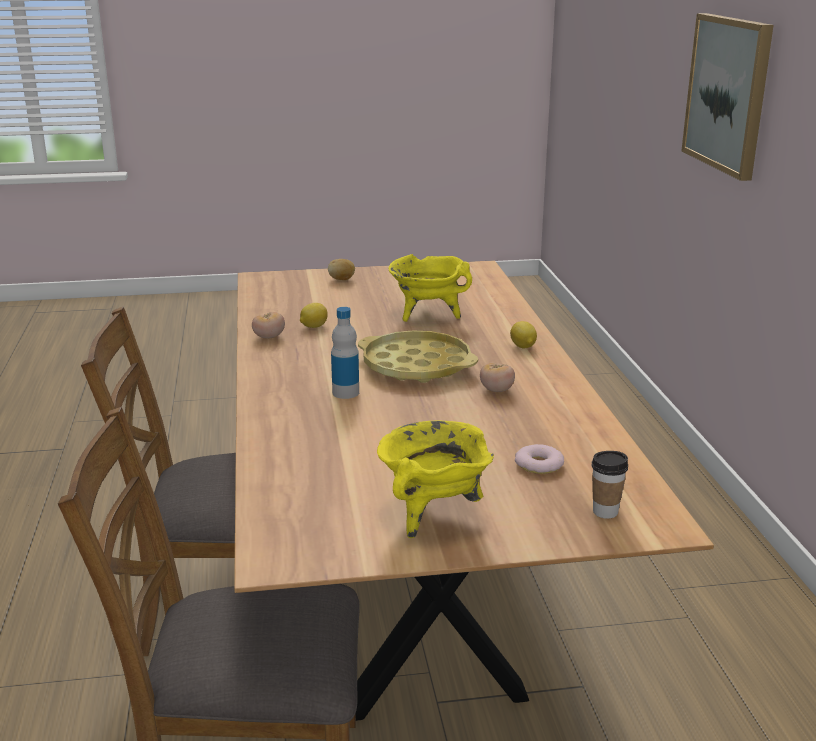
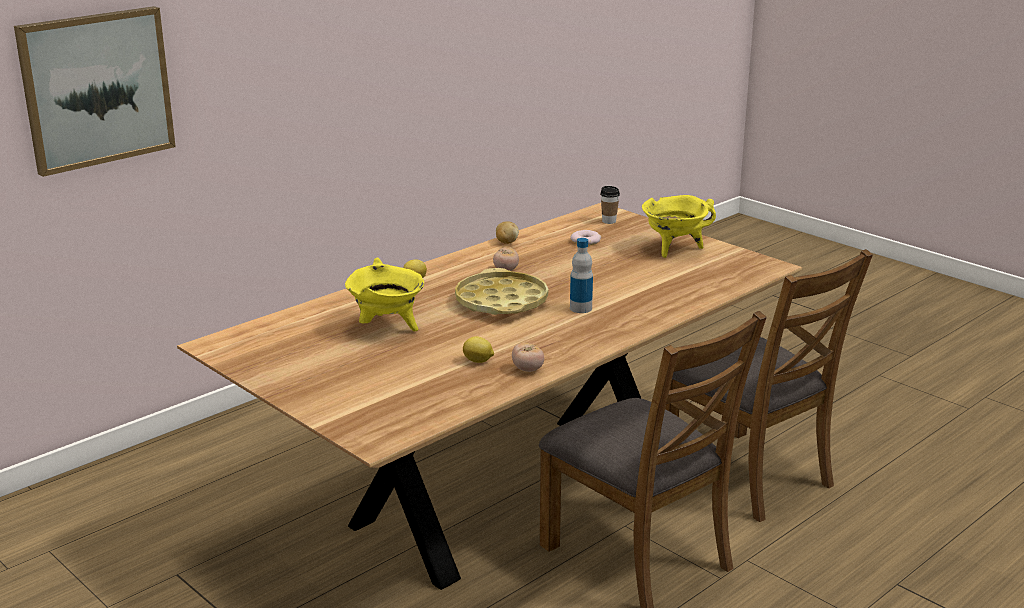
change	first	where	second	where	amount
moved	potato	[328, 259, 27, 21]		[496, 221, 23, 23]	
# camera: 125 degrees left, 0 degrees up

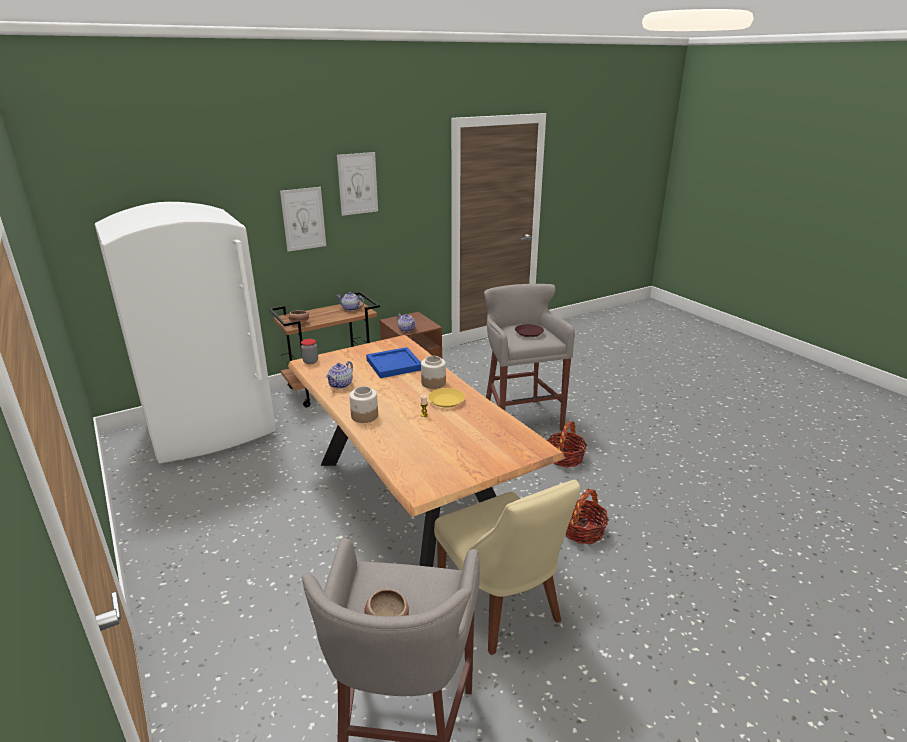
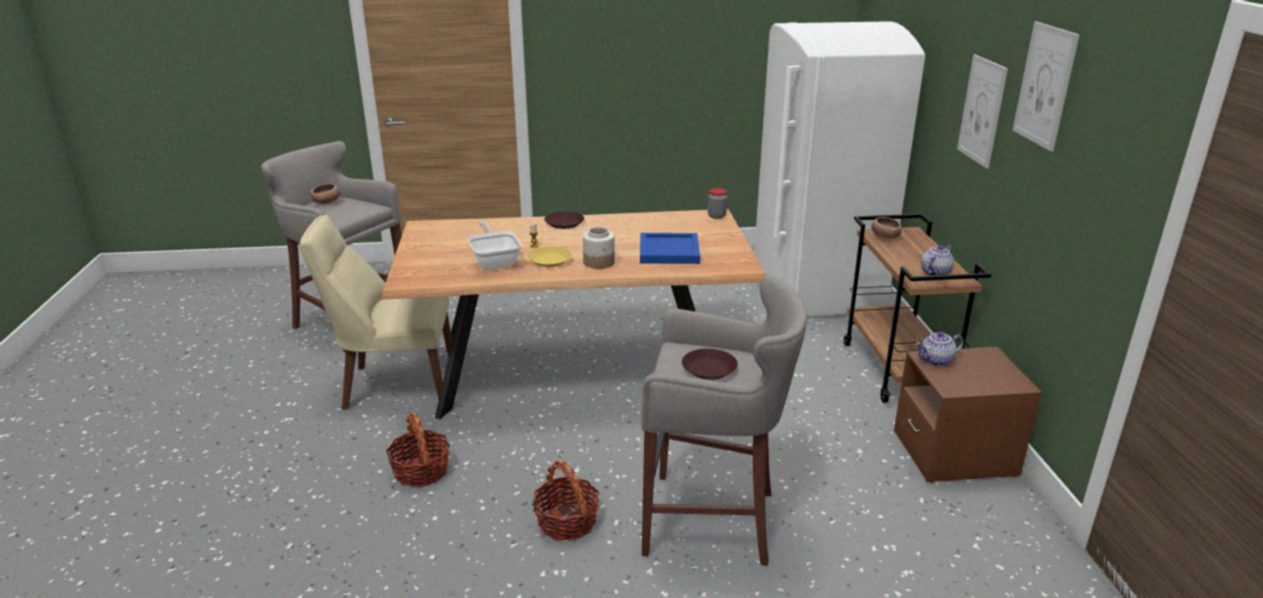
change	first	where	second	where	amount
removed	teapot	[326, 361, 27, 28]			
replaced	jar	[349, 386, 29, 37]	plate in brown	[544, 211, 40, 18]	
added			frying pan	[468, 221, 54, 49]	
# camera: 115 degrees right, 0 degrees up

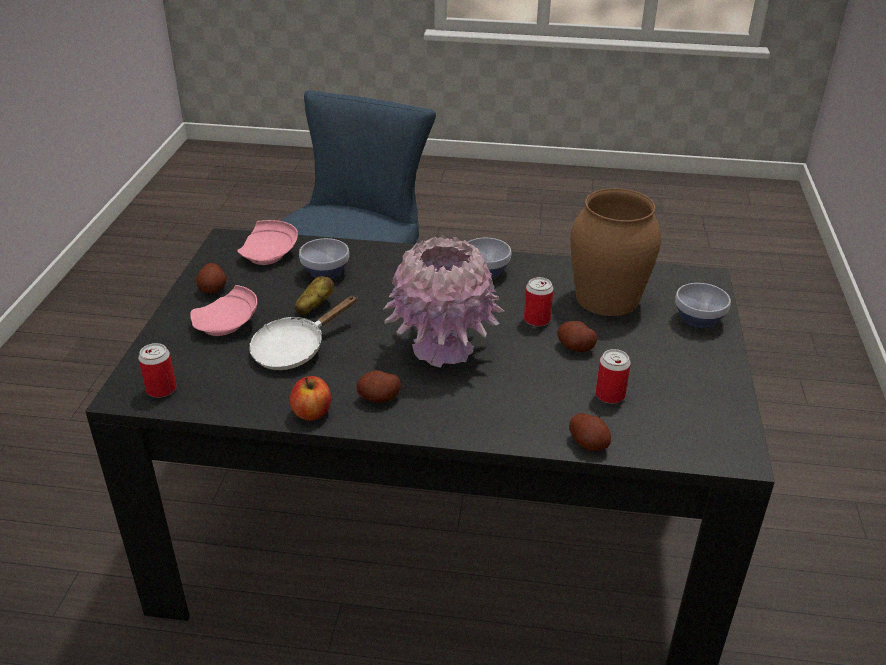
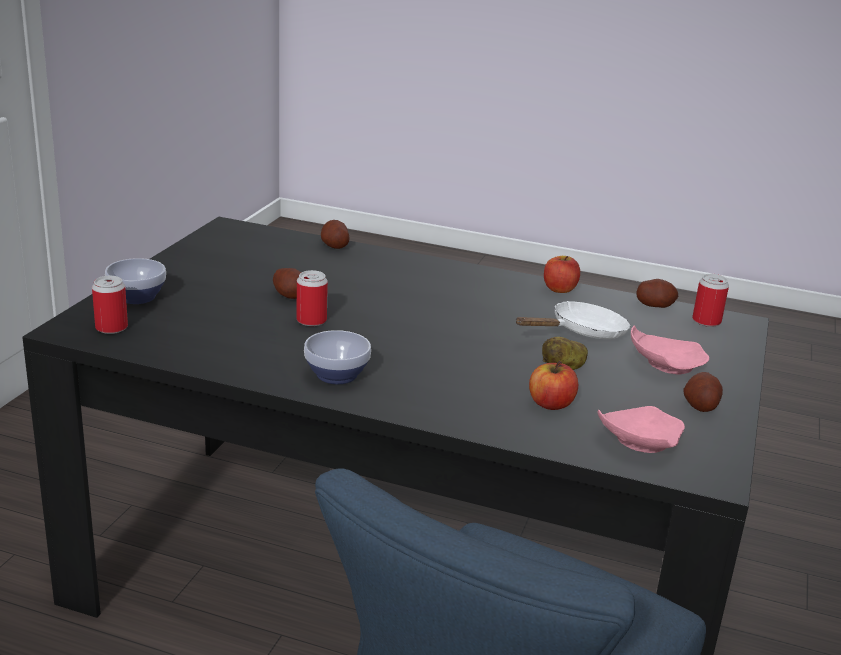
change	first	where	second	where	amount
removed	vase in brown	[570, 188, 91, 128]			
removed	vase in pink	[383, 234, 121, 134]			
replaced	bowl	[299, 238, 50, 41]	apple	[529, 361, 49, 49]	
moved	can	[595, 349, 36, 55]		[92, 276, 36, 58]	
moved	potato	[356, 370, 45, 33]		[636, 279, 42, 29]	
# camera: 170 degrees left, 10 degrees down

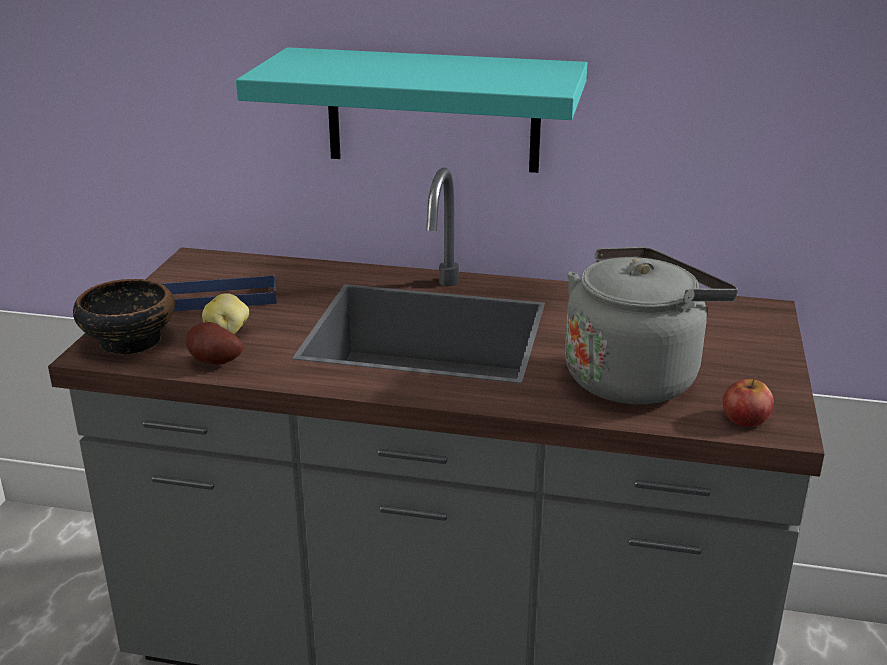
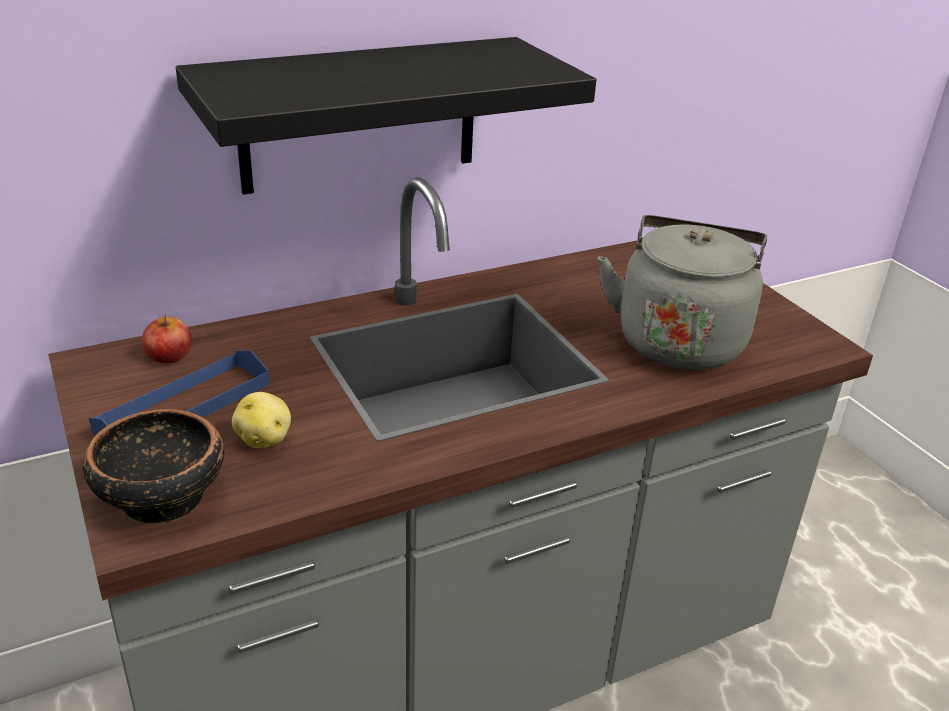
change	first	where	second	where	amount
recoloured	shelf in turquoise	[236, 47, 351, 126]	shelf in black	[176, 37, 420, 158]	
removed	potato	[186, 322, 57, 43]			
moved	apple	[723, 377, 51, 50]		[142, 314, 50, 49]	
# camera: 40 degrees left, 5 degrees up

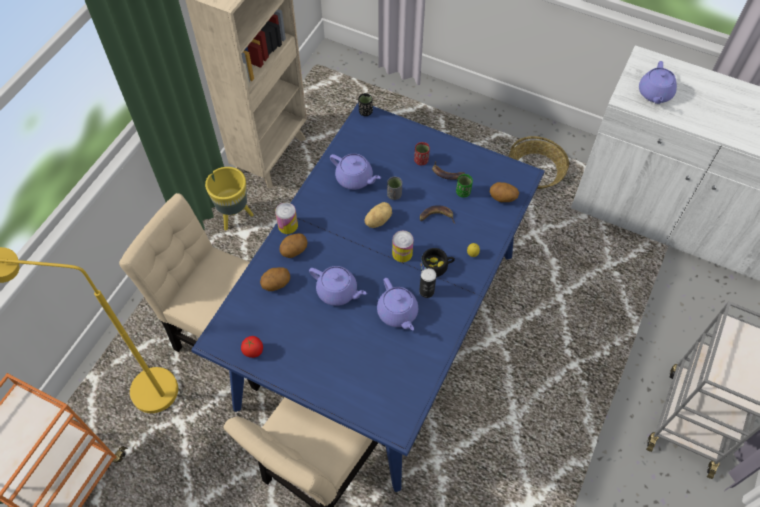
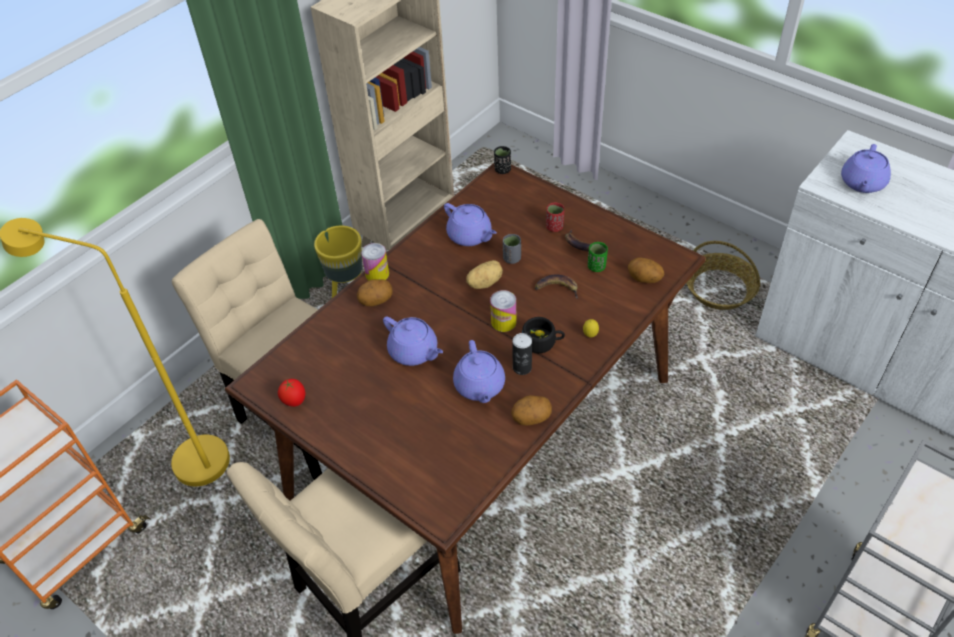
change	first	where	second	where	amount
recoloured	dining table in blue	[191, 103, 354, 389]	dining table in brown	[225, 163, 481, 471]	
moved	potato	[260, 267, 30, 24]		[511, 395, 41, 31]	
# camera: 15 degrees right, 10 degrees down

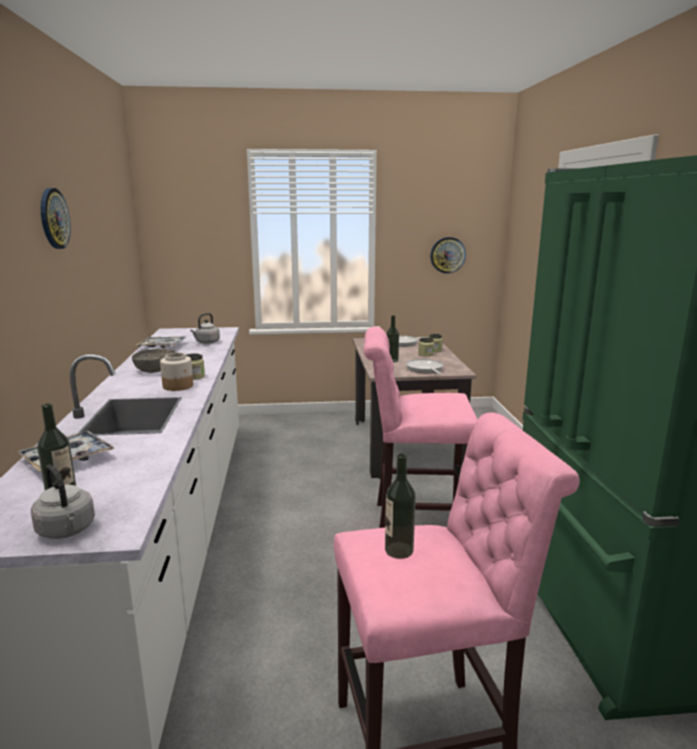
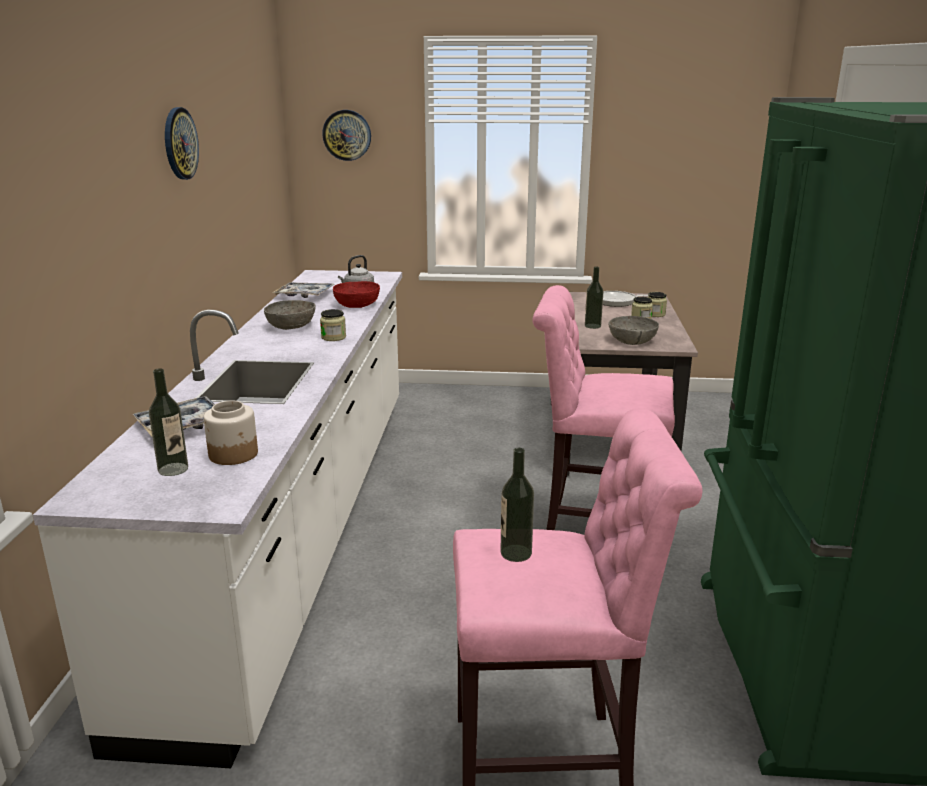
change	first	where	second	where	amount
moved	wall clock	[430, 237, 36, 37]		[322, 110, 49, 51]	
moved	jar	[160, 353, 33, 38]		[203, 400, 55, 65]	
replaced	frying pan	[406, 359, 37, 16]	bowl in grey	[608, 316, 51, 29]	
removed	kettle in grey	[31, 465, 64, 74]			
added			bowl in red	[333, 281, 47, 27]	
# camera: 10 degrees right, 5 degrees up

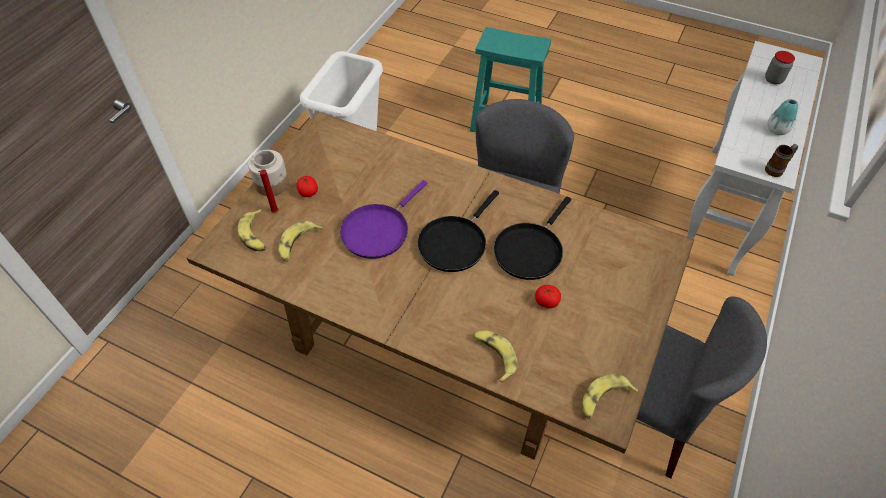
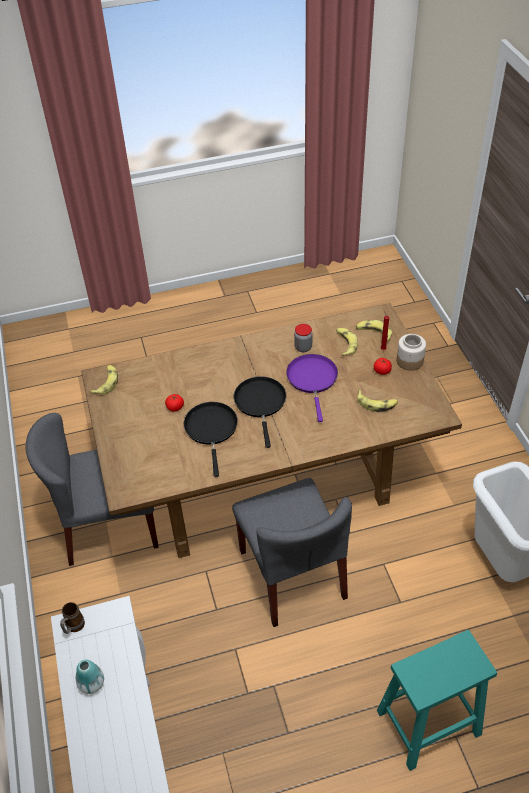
change	first	where	second	where	amount
moved	jar	[765, 51, 30, 34]		[294, 324, 19, 28]	
moved	banana	[473, 330, 44, 53]		[357, 390, 41, 22]	
# camera: 140 degrees right, 5 degrees down

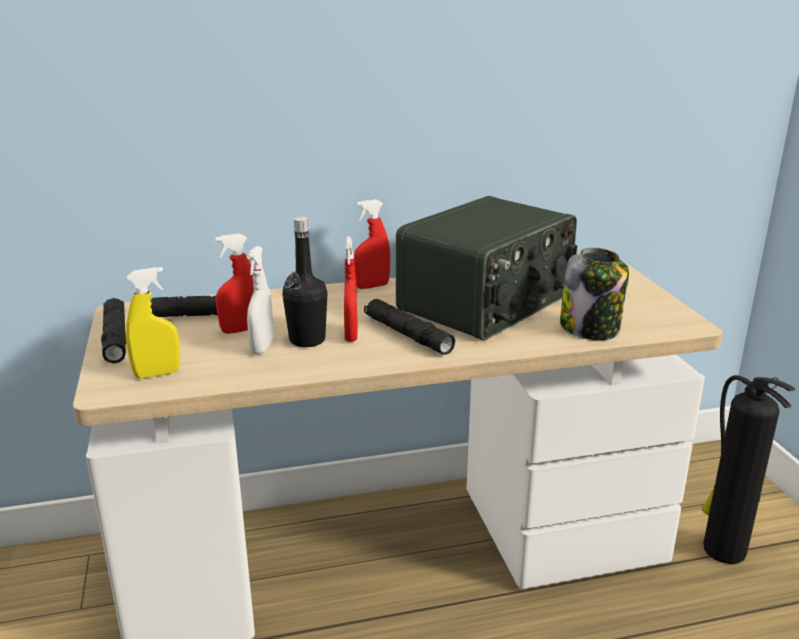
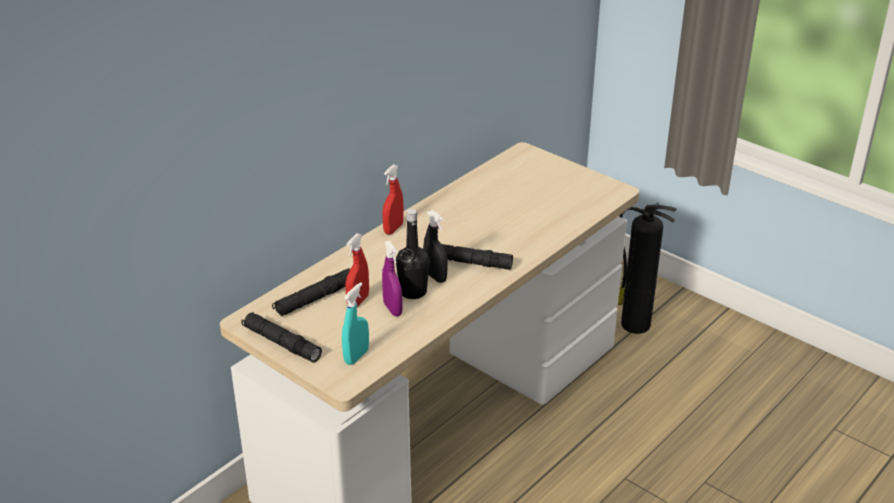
change	first	where	second	where	amount
removed	radio	[396, 196, 181, 145]			
recoloured	spray bottle in red	[344, 236, 14, 106]	spray bottle in black	[423, 210, 25, 73]	
recoloured	spray bottle in white	[247, 246, 27, 108]	spray bottle in purple	[382, 241, 21, 75]	
removed	jar	[560, 247, 69, 93]			
recoloured	spray bottle in yellow	[126, 267, 54, 112]	spray bottle in turquoise	[342, 282, 27, 83]	
# camera: 35 degrees left, 10 degrees up

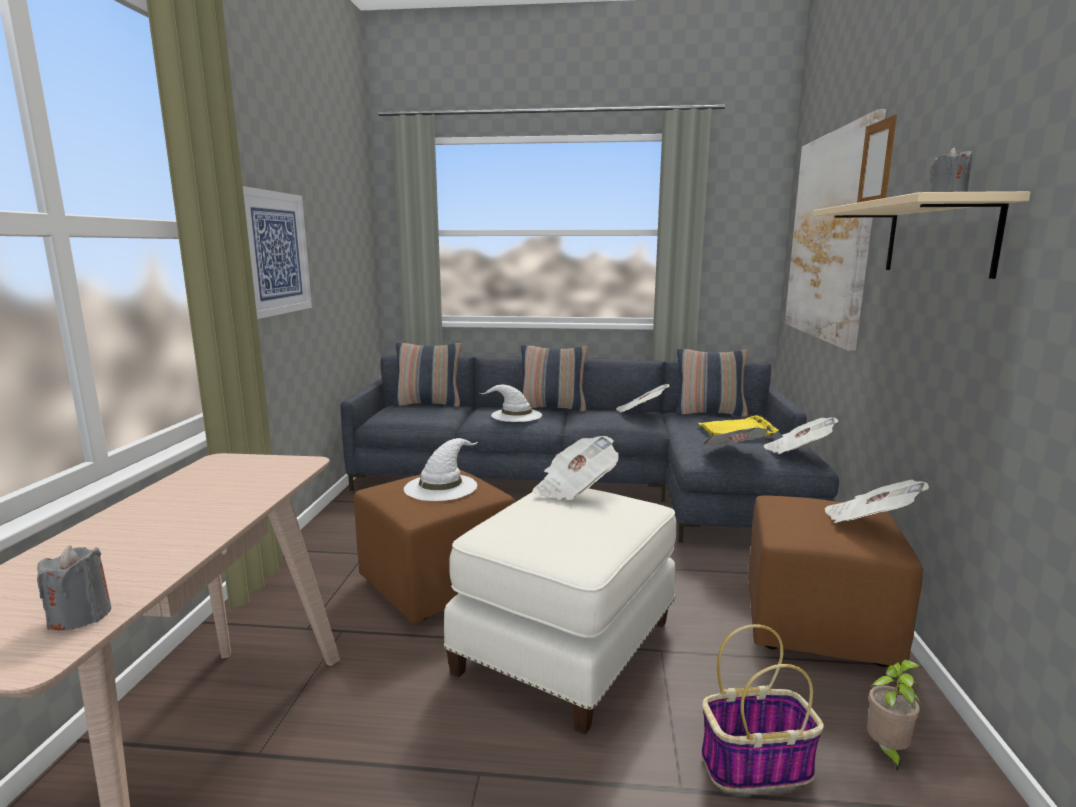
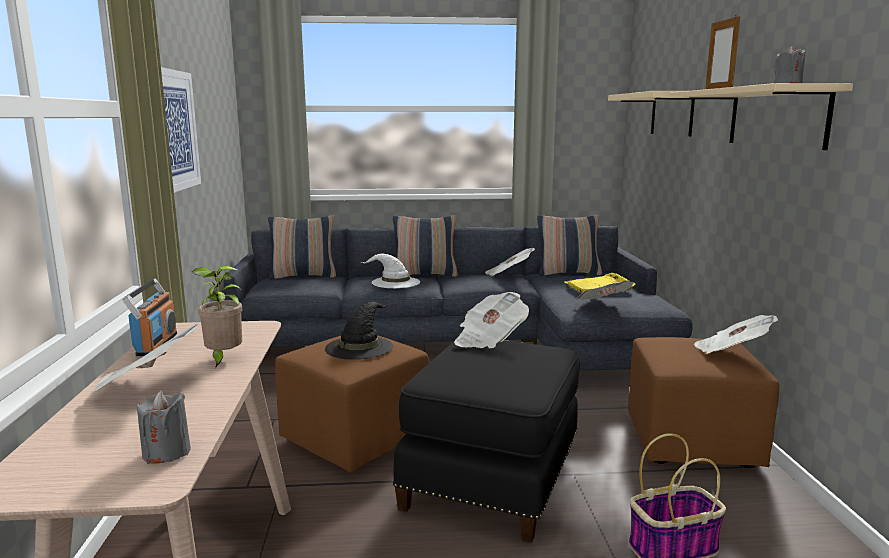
change	first	where	second	where	amount
replaced	picture	[785, 109, 101, 242]	shelf in beige	[608, 91, 87, 45]	
moved	newspaper	[763, 418, 76, 36]		[89, 323, 110, 72]	
recoloured	hat in white	[404, 438, 74, 63]	hat in black	[325, 302, 68, 58]	
recoloured	ottoman in white	[444, 488, 233, 247]	ottoman in black	[393, 340, 187, 203]	
moved	potted plant	[867, 659, 55, 113]		[192, 265, 50, 103]	
added			radio	[122, 279, 55, 77]	
# camera: 10 degrees left, 0 degrees up

